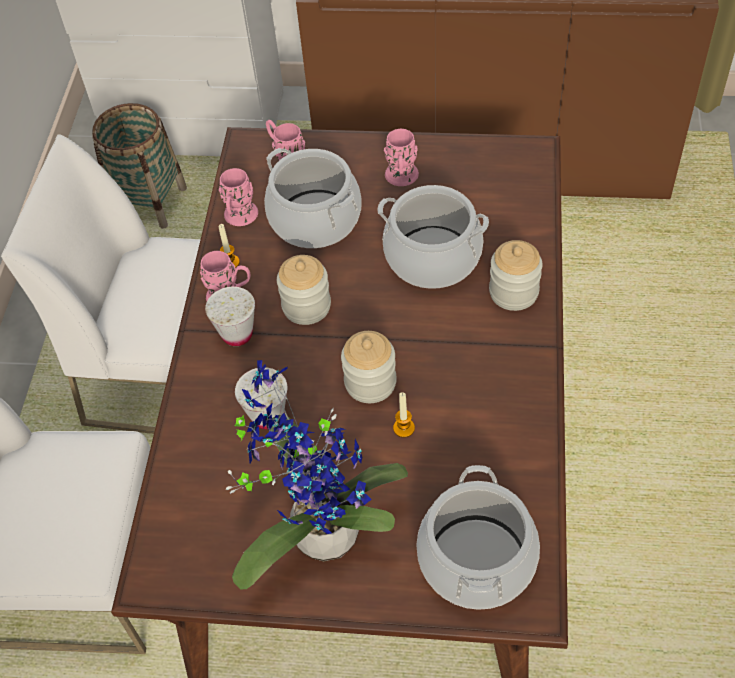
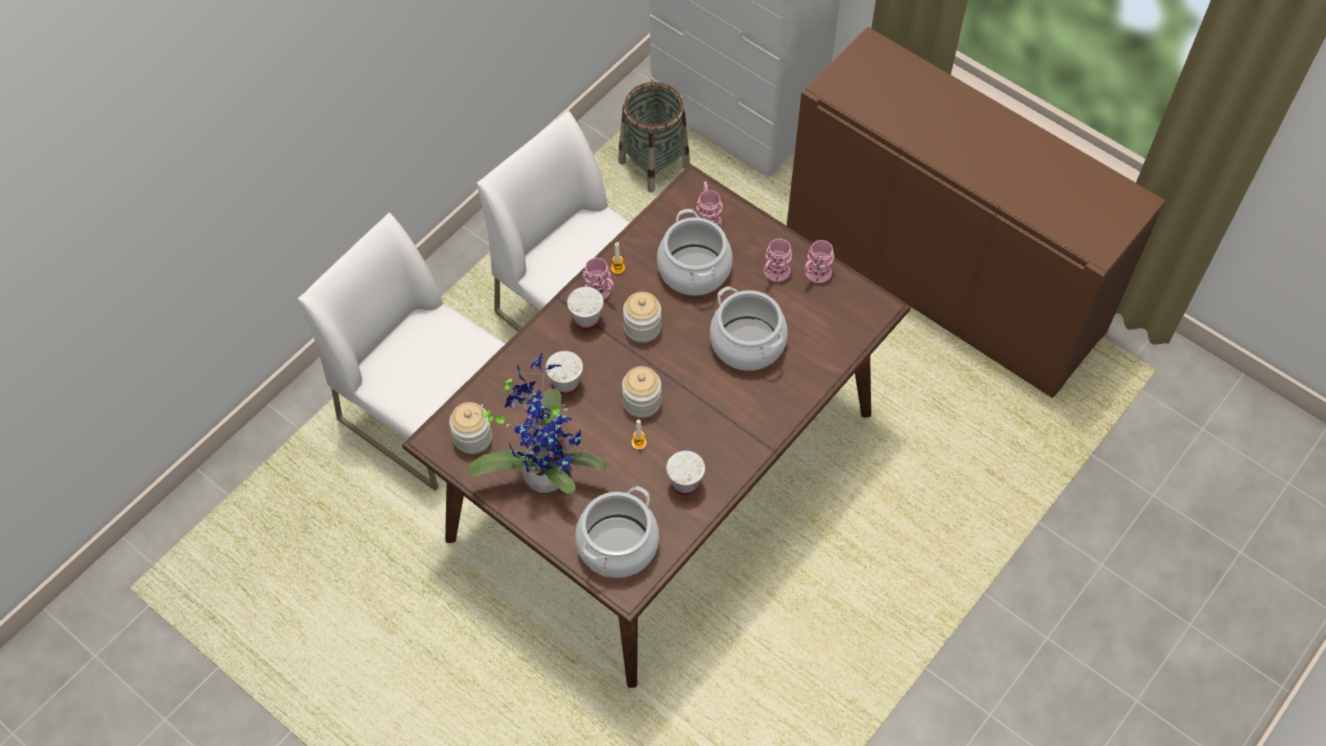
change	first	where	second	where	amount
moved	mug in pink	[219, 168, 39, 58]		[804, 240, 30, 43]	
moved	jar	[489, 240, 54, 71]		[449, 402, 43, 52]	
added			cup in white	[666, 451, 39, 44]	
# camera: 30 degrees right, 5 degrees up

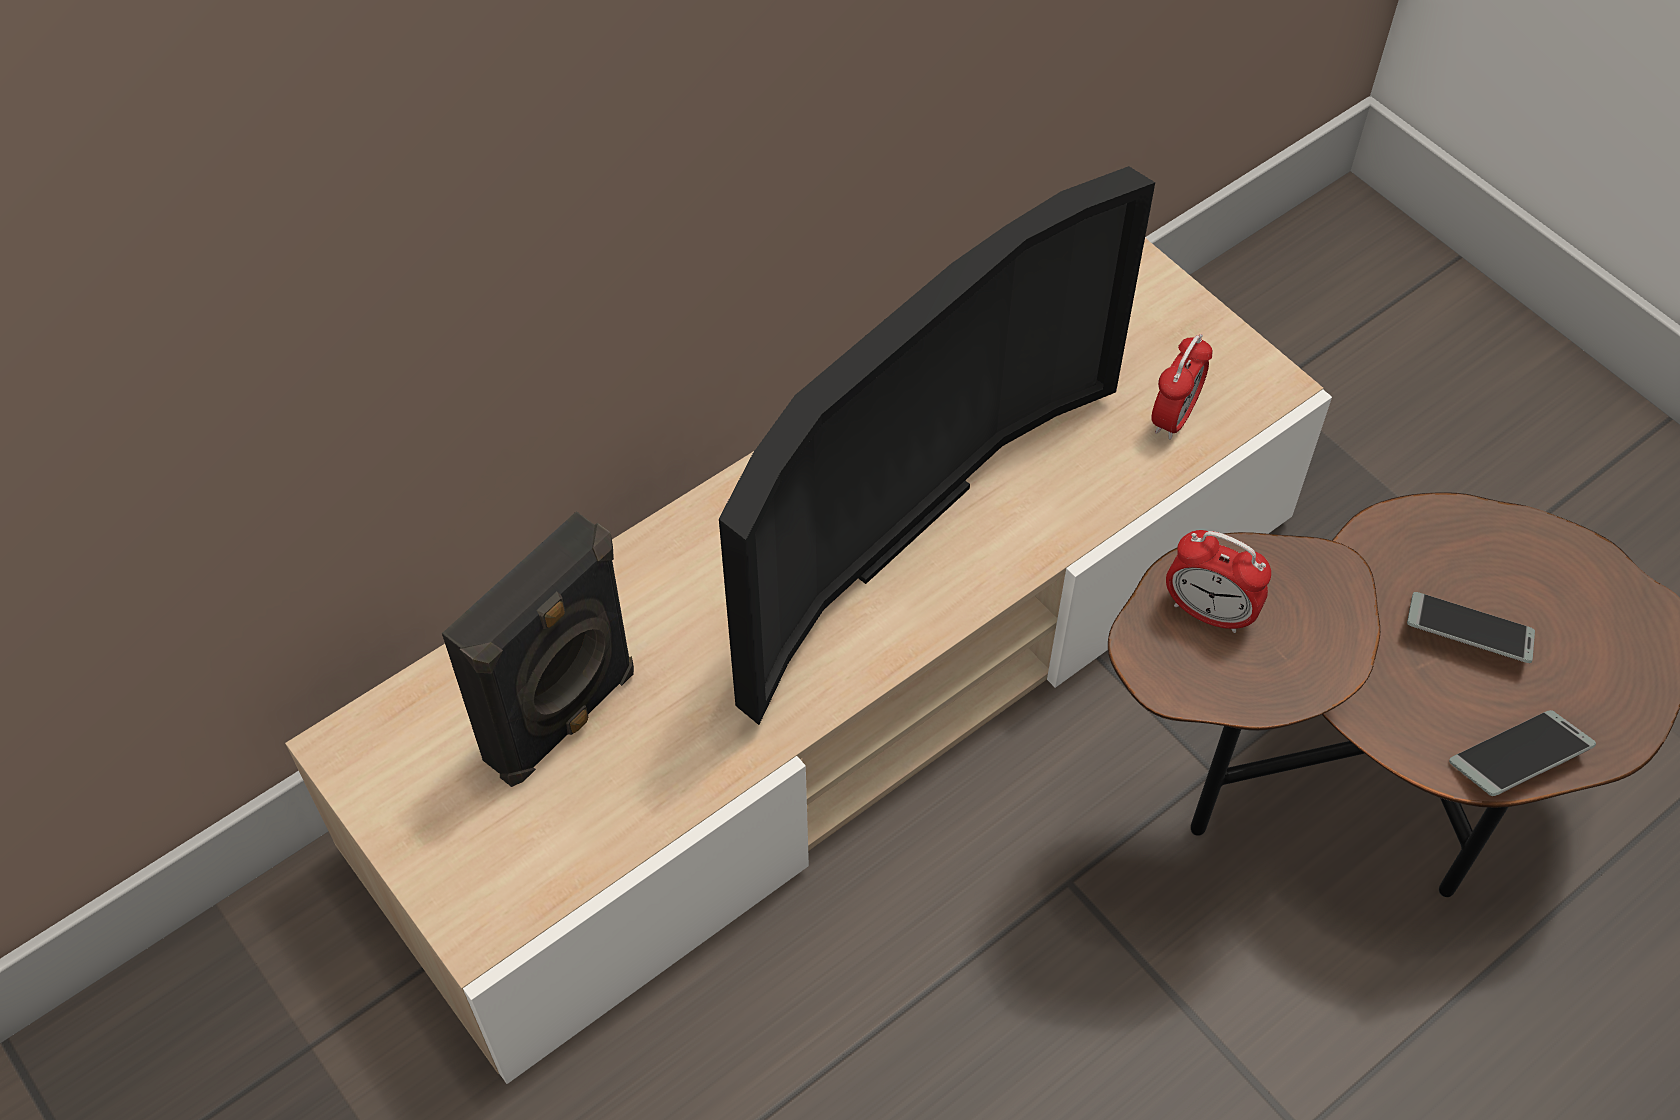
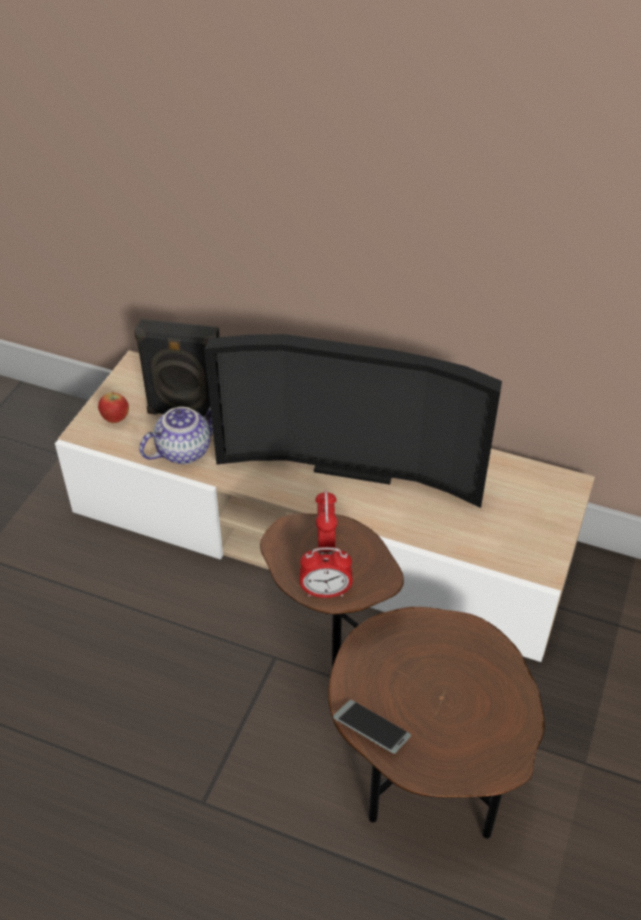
change	first	where	second	where	amount
moved	alarm clock	[1151, 334, 62, 106]		[300, 547, 52, 51]	
removed	phone	[1407, 592, 128, 71]			
added			apple	[98, 391, 31, 32]	
added			teapot	[139, 407, 74, 57]	
# camera: 60 degrees right, 10 degrees down

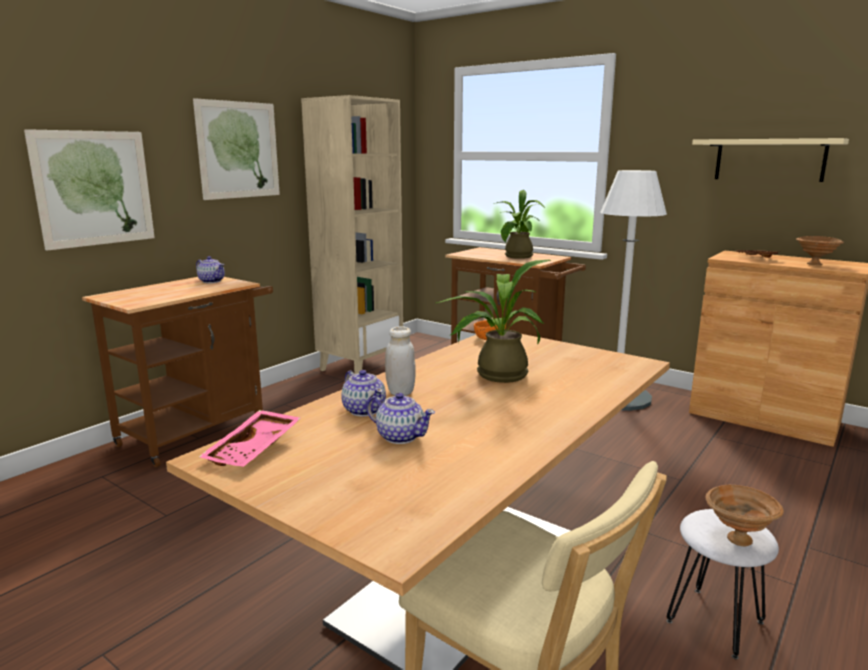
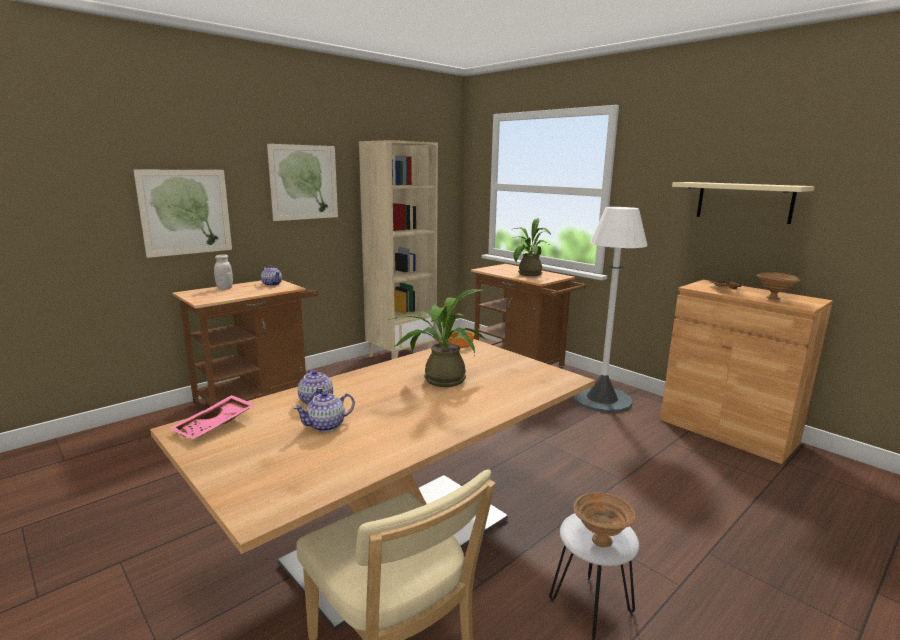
change	first	where	second	where	amount
moved	jar in white	[385, 326, 31, 70]		[214, 254, 19, 36]	
turned	teapot	[367, 393, 68, 51]		[293, 391, 62, 41]	105 degrees clockwise
# camera: 10 degrees right, 0 degrees up

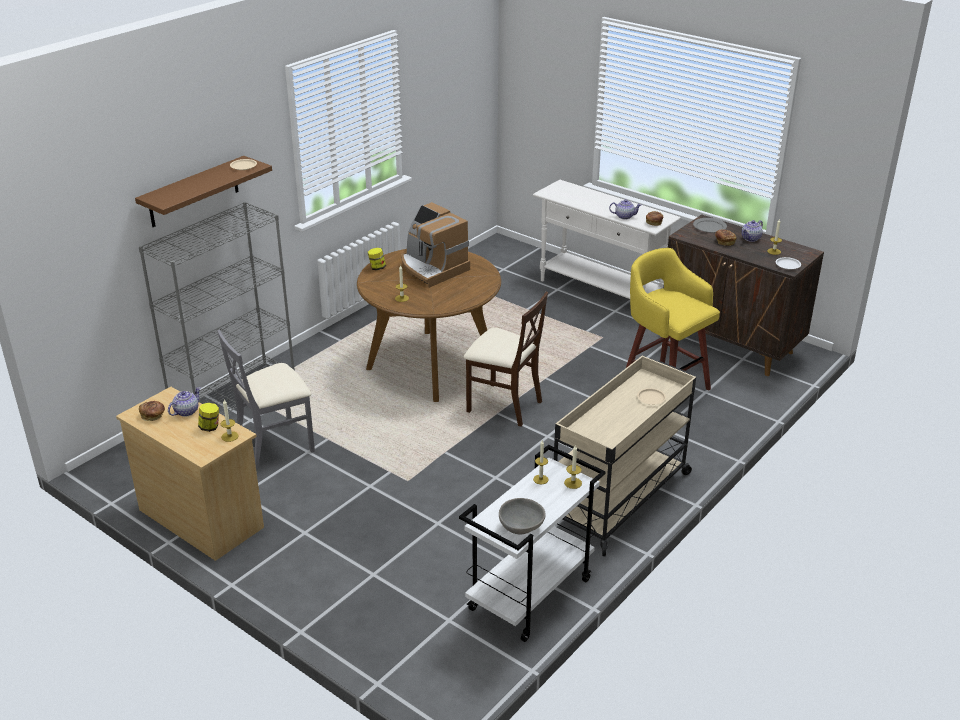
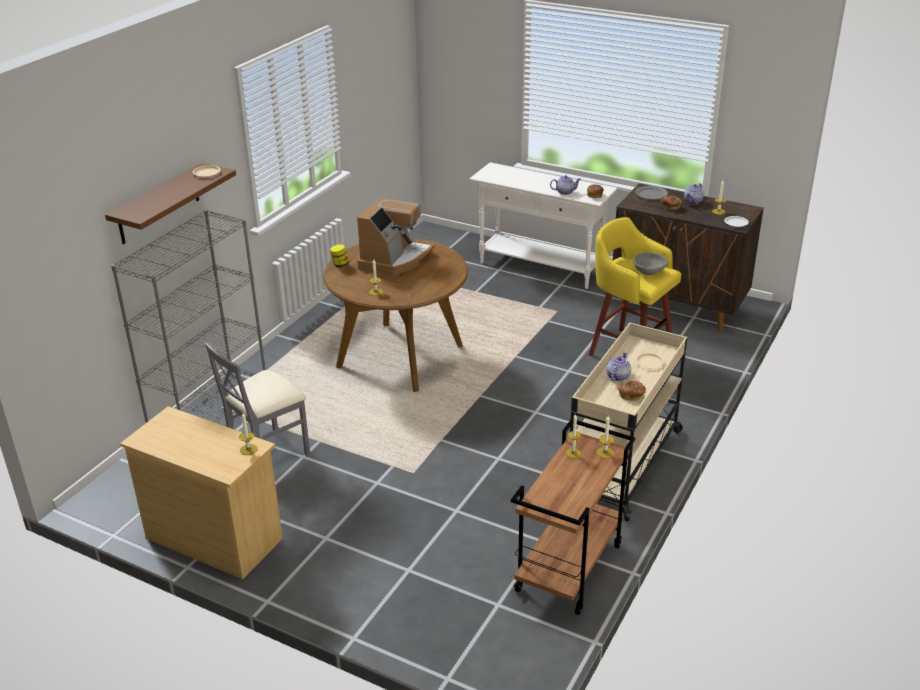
change	first	where	second	where	amount
turned	coffee machine	[401, 202, 69, 86]		[357, 197, 78, 79]	105 degrees counterclockwise
removed	chair in beige	[464, 292, 84, 134]			
moved	teapot	[168, 387, 33, 30]		[606, 352, 25, 29]	
moved	bread	[139, 401, 26, 20]		[618, 381, 28, 20]	
removed	jar	[198, 403, 21, 29]			
recoloured	cart in white	[459, 445, 147, 197]	cart in brown	[511, 419, 124, 196]	
moved	bowl in grey	[499, 498, 47, 36]		[633, 252, 35, 23]	
# camera: 10 degrees left, 0 degrees up

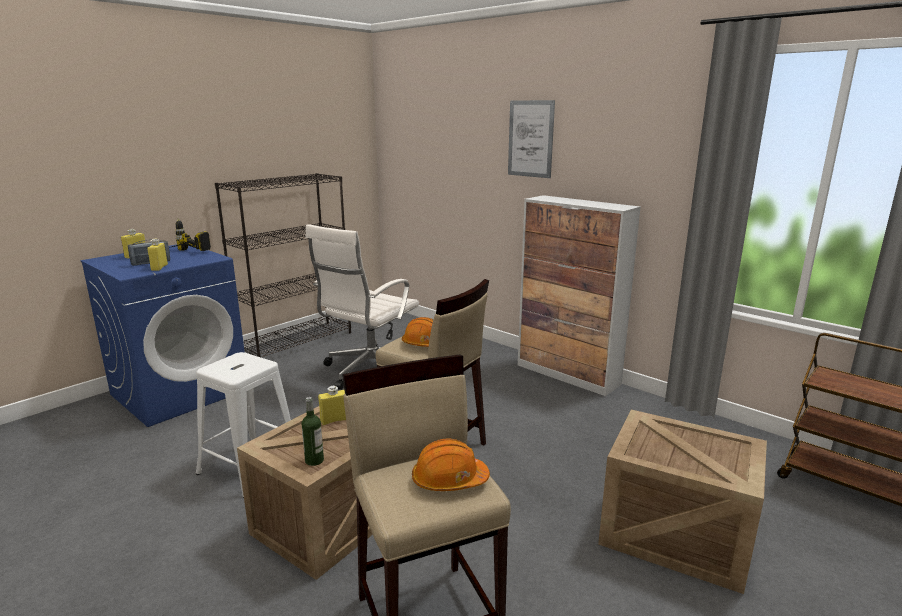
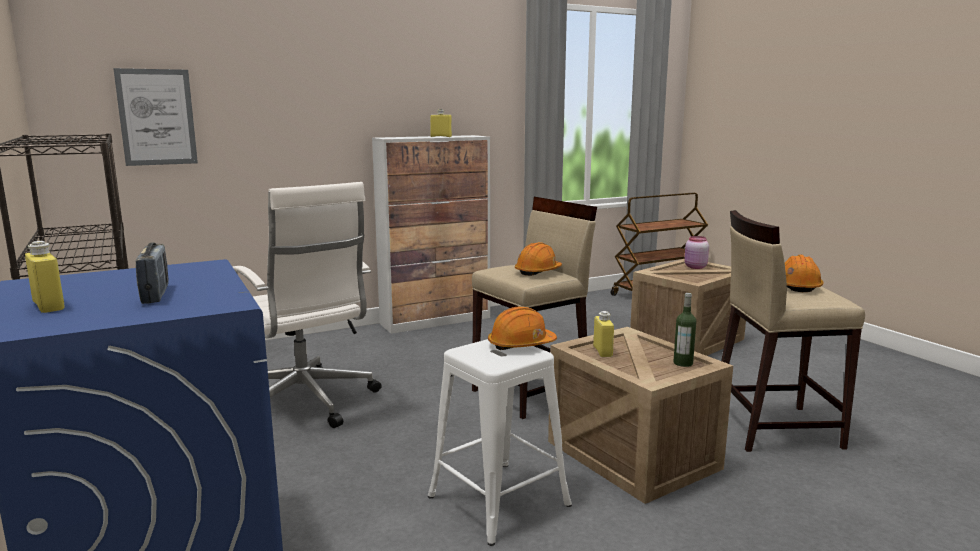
change	first	where	second	where	amount
moved	picture	[508, 100, 47, 78]		[113, 68, 85, 98]	
removed	power drill	[169, 218, 42, 33]			
moved	bottle in yellow	[147, 239, 21, 32]		[430, 109, 22, 28]	
added			jar in pink	[684, 236, 25, 33]	
added			hard hat in orange	[488, 307, 69, 43]	
# camera: 70 degrees left, 5 degrees down

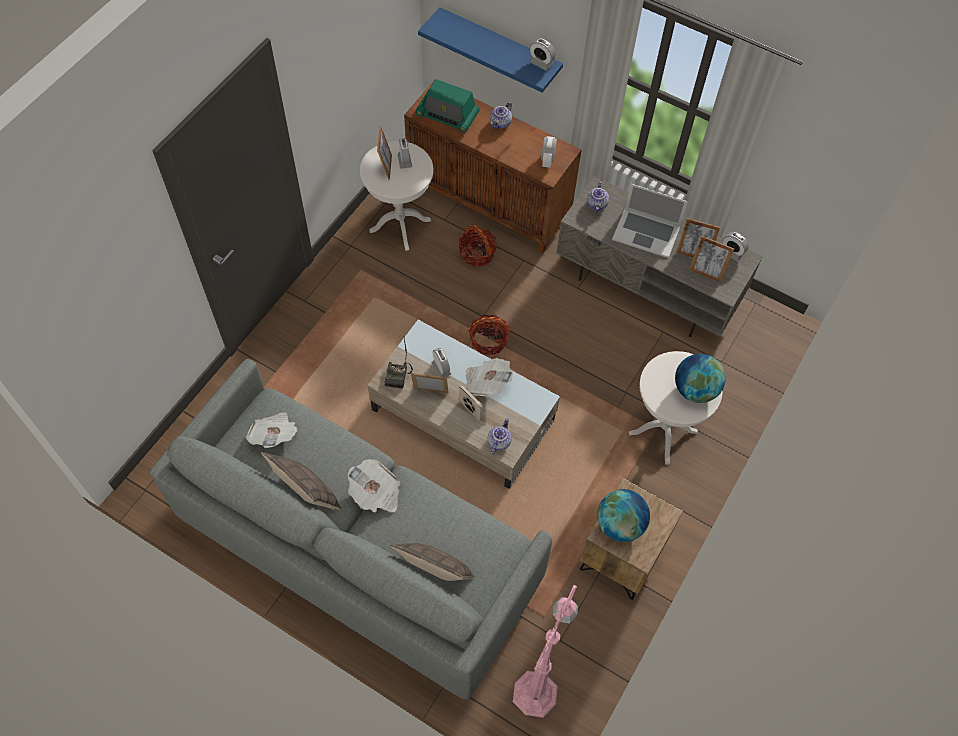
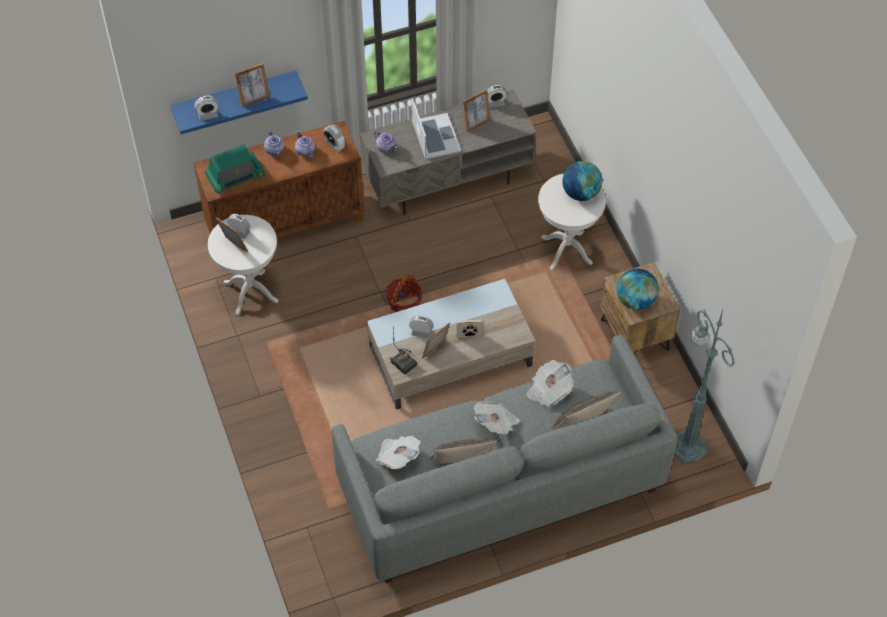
change	first	where	second	where	amount
moved	alarm clock	[530, 38, 25, 33]		[194, 95, 25, 26]	
turned	laptop	[612, 184, 76, 74]		[412, 98, 49, 61]	75 degrees counterclockwise
removed	basket	[459, 225, 38, 42]			
moved	picture frame	[689, 236, 45, 46]		[234, 63, 36, 44]	
moved	newspaper	[466, 358, 47, 39]		[527, 360, 47, 48]	
moved	teapot	[488, 418, 24, 37]		[295, 131, 20, 27]	
recoloured	floor lamp in pink	[513, 585, 65, 133]	floor lamp in green	[674, 309, 61, 154]	
# camera: 50 degrees left, 5 degrees down

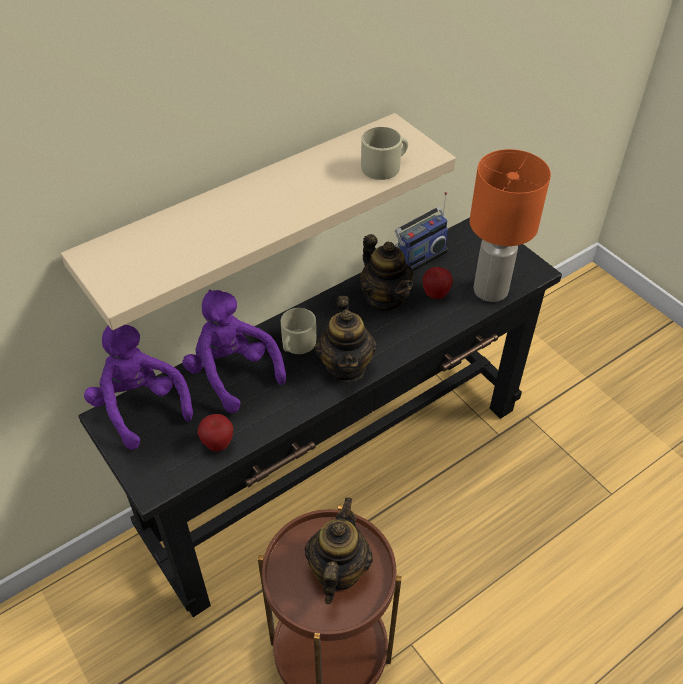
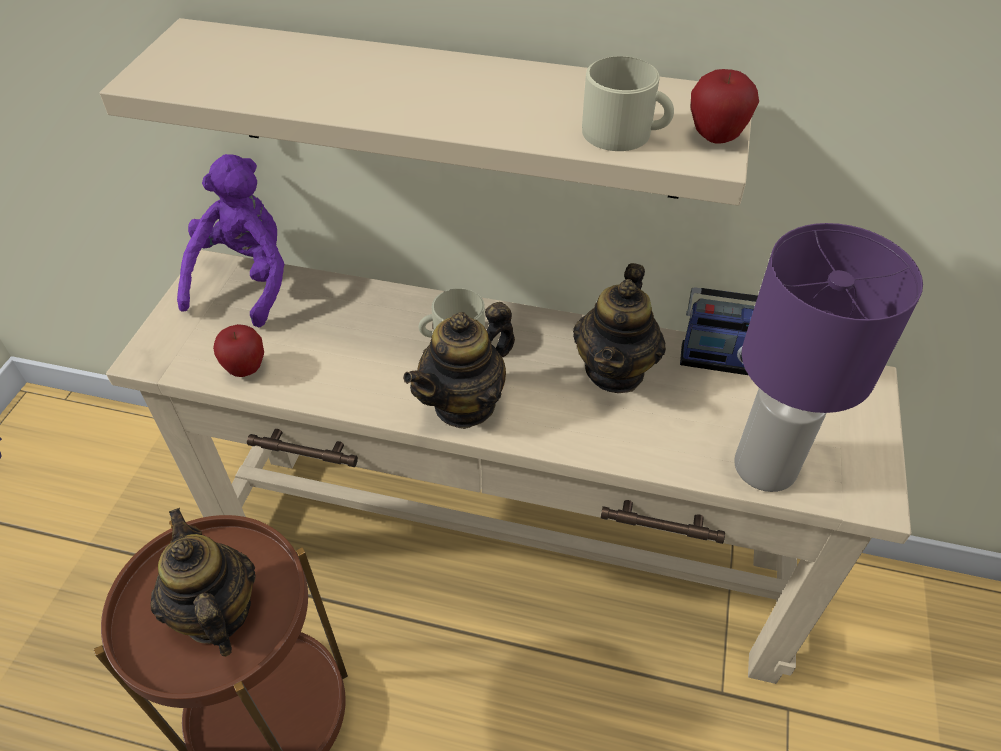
change	first	where	second	where	amount
recoloured	table lamp in orange	[470, 149, 81, 153]	table lamp in purple	[734, 223, 189, 269]	
recoloured	console table in black	[78, 218, 484, 399]	console table in beige	[106, 250, 805, 434]	
moved	apple	[423, 267, 30, 32]		[691, 69, 68, 75]	
removed	plush toy in purple	[183, 290, 103, 123]			
turned	teapot	[305, 498, 68, 106]		[150, 508, 106, 149]	90 degrees counterclockwise
# camera: 50 degrees right, 0 degrees up

